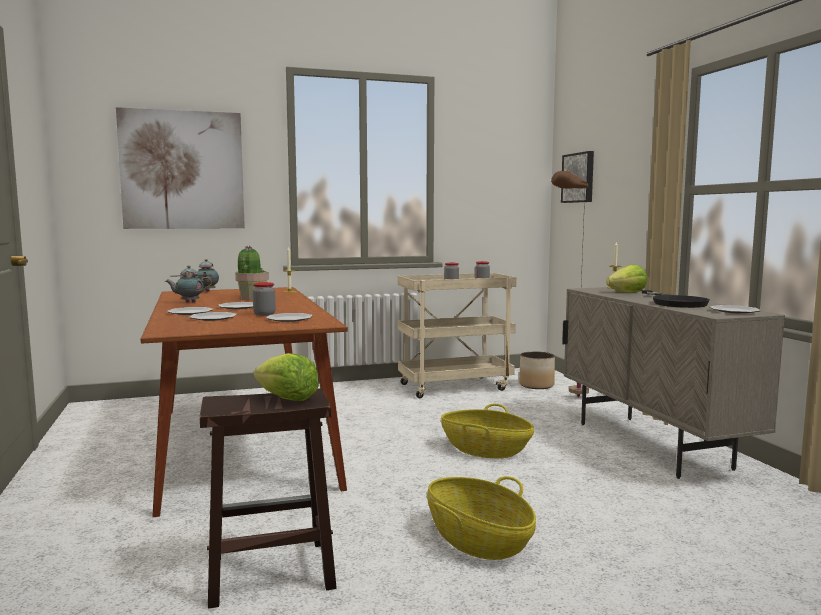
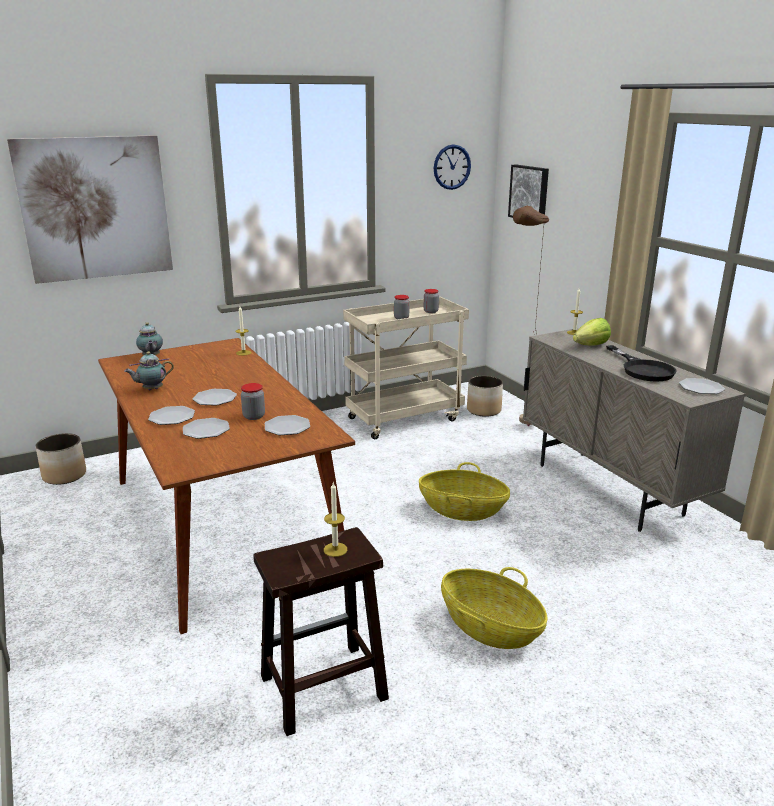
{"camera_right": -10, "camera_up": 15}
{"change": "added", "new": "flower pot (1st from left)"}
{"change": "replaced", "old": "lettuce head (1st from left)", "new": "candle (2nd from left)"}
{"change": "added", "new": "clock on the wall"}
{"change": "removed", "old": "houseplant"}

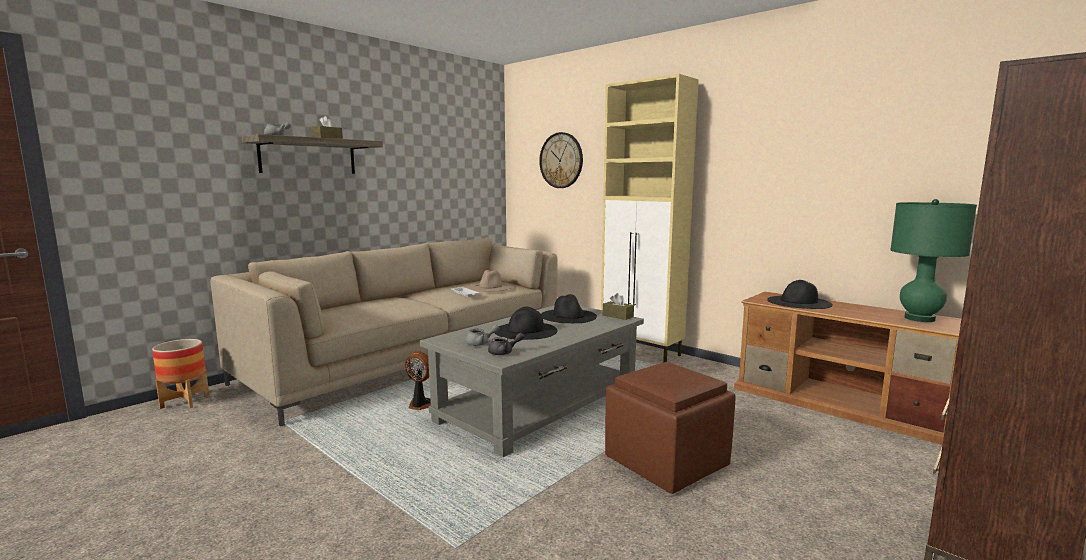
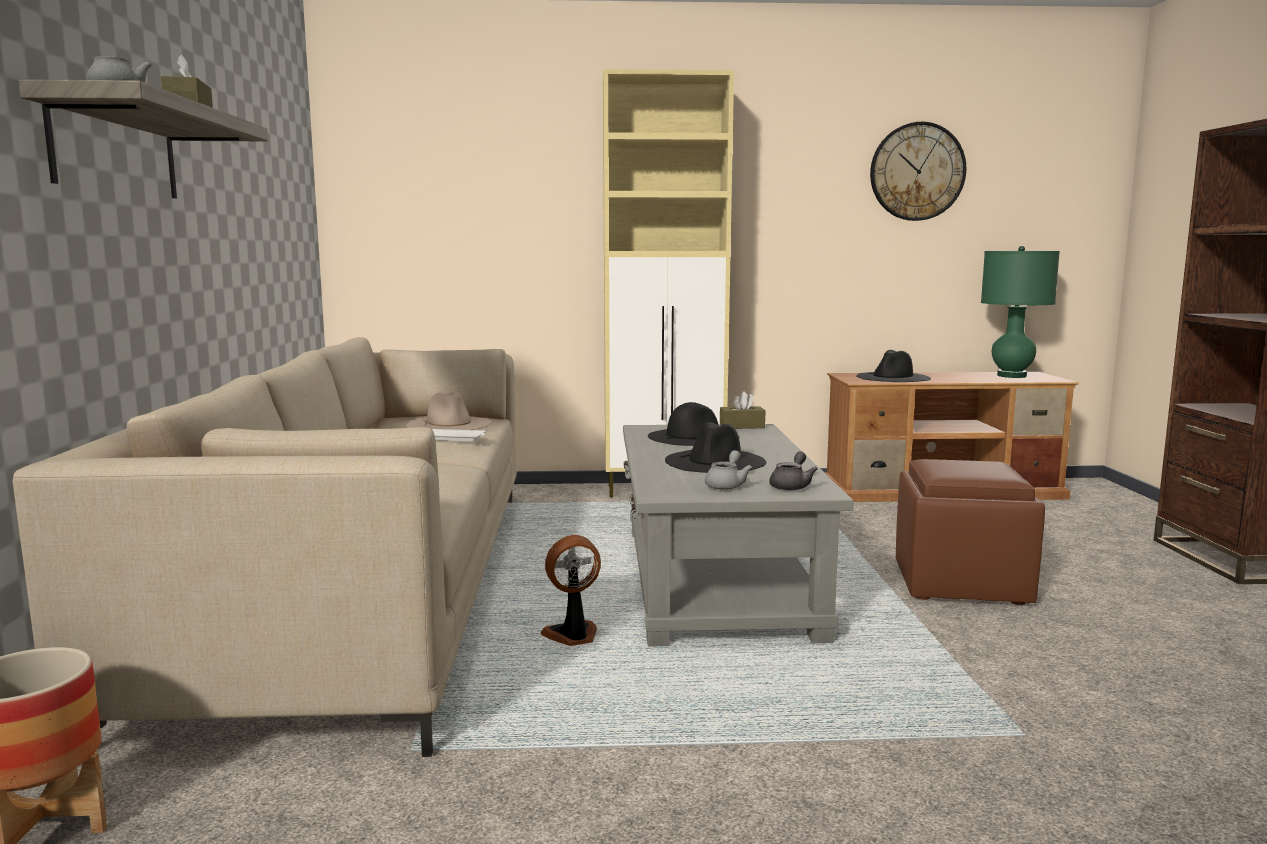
{"camera_right": -45, "camera_up": 0}
{"change": "moved", "old": "clock on the wall"}

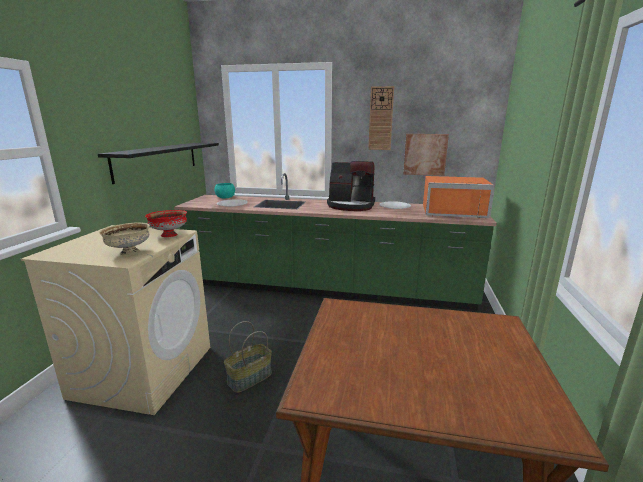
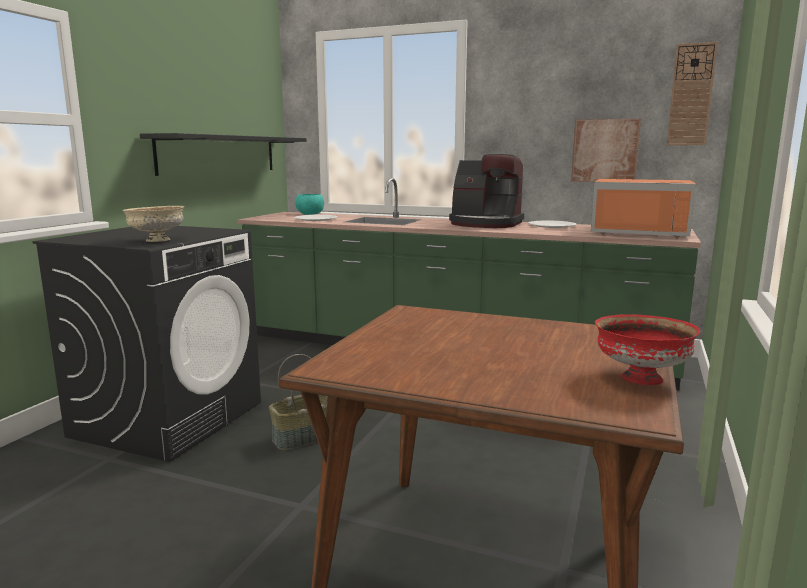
{"camera_right": 10, "camera_up": -5}
{"change": "recoloured", "old": "laundry machine (beige)", "new": "laundry machine (blackish)"}
{"change": "moved", "old": "deep dish (red)"}
{"change": "moved", "old": "clock on the wall"}

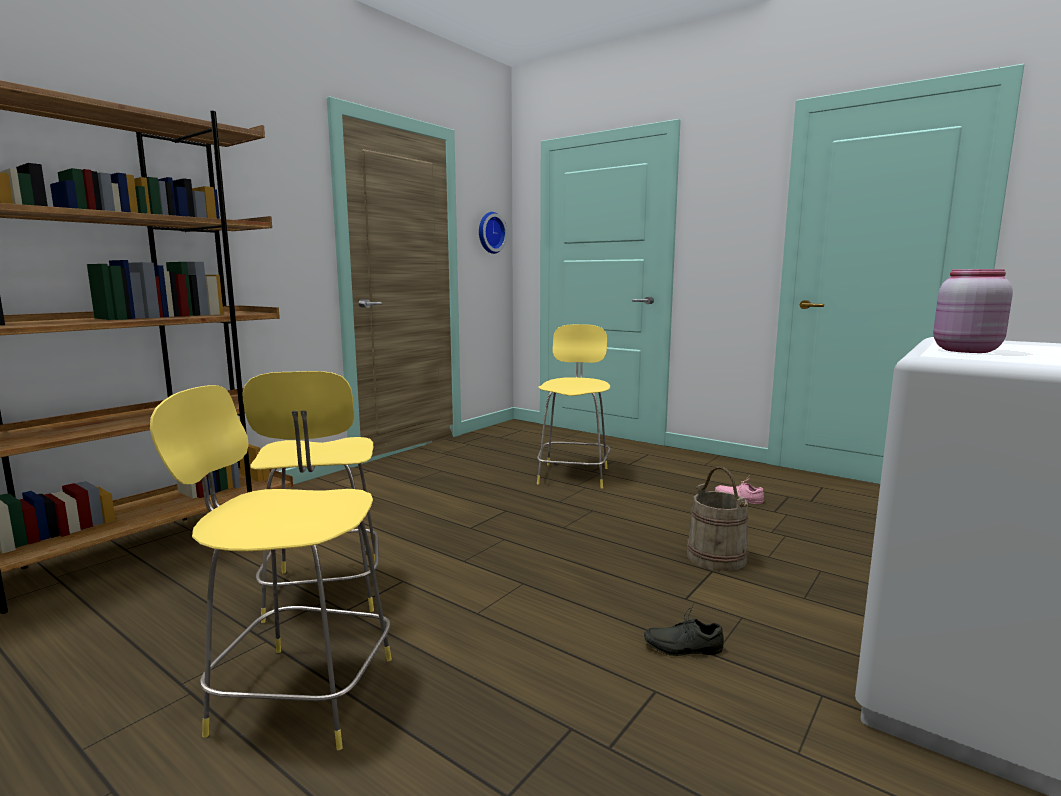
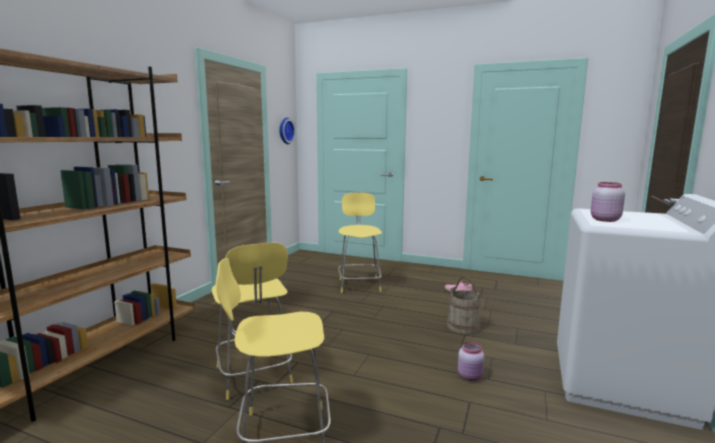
{"camera_right": -15, "camera_up": 0}
{"change": "replaced", "old": "shoe (gray)", "new": "preserve jar (pink) (1st from left)"}

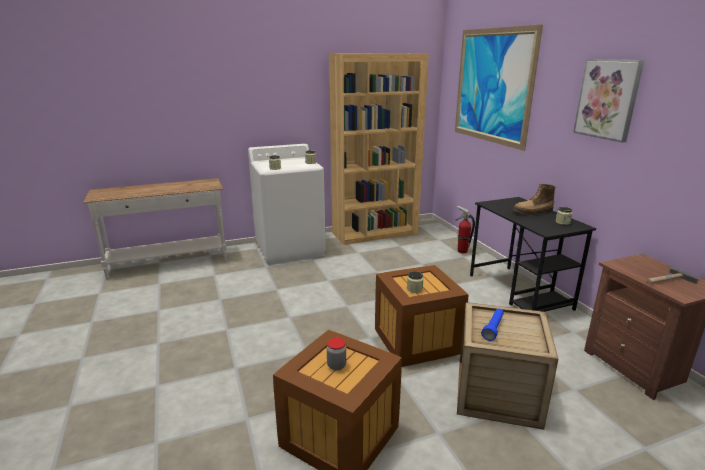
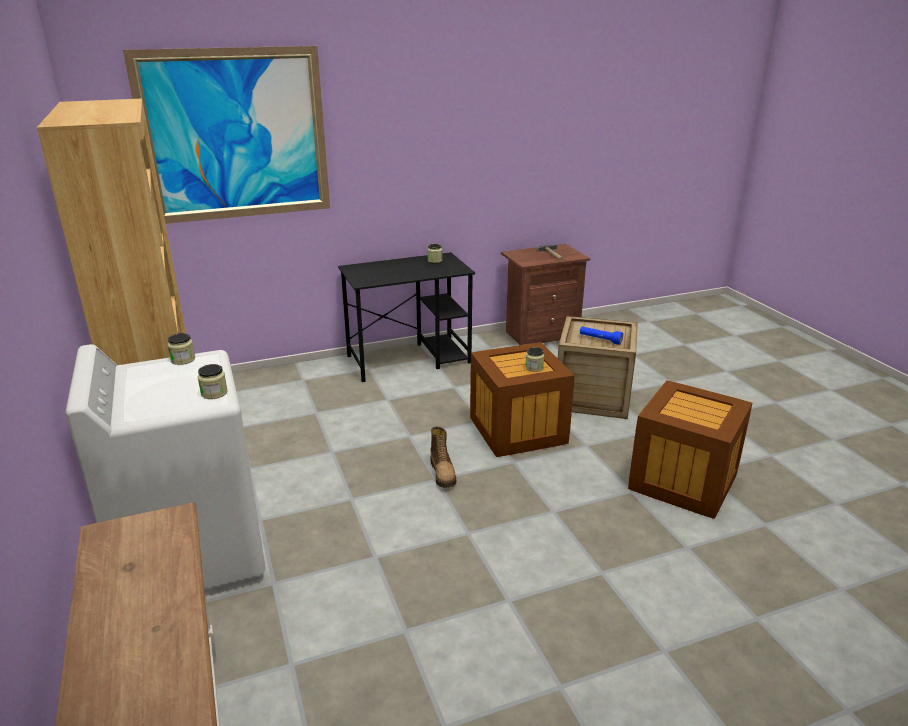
{"camera_right": -90, "camera_up": 5}
{"change": "moved", "old": "tall boot"}
{"change": "removed", "old": "preserve jar (3rd from left)"}
{"change": "removed", "old": "fire-fighting cylinder"}
{"change": "removed", "old": "wall art (2nd from left)"}

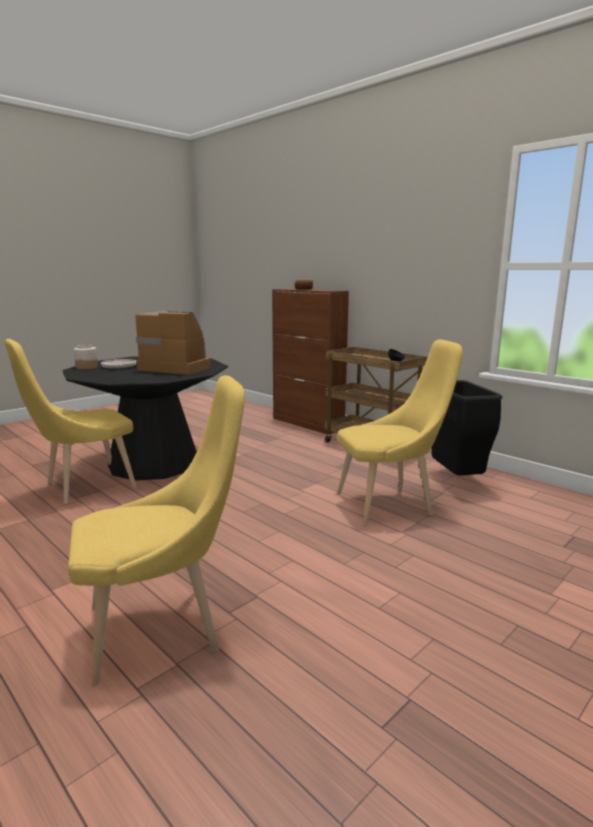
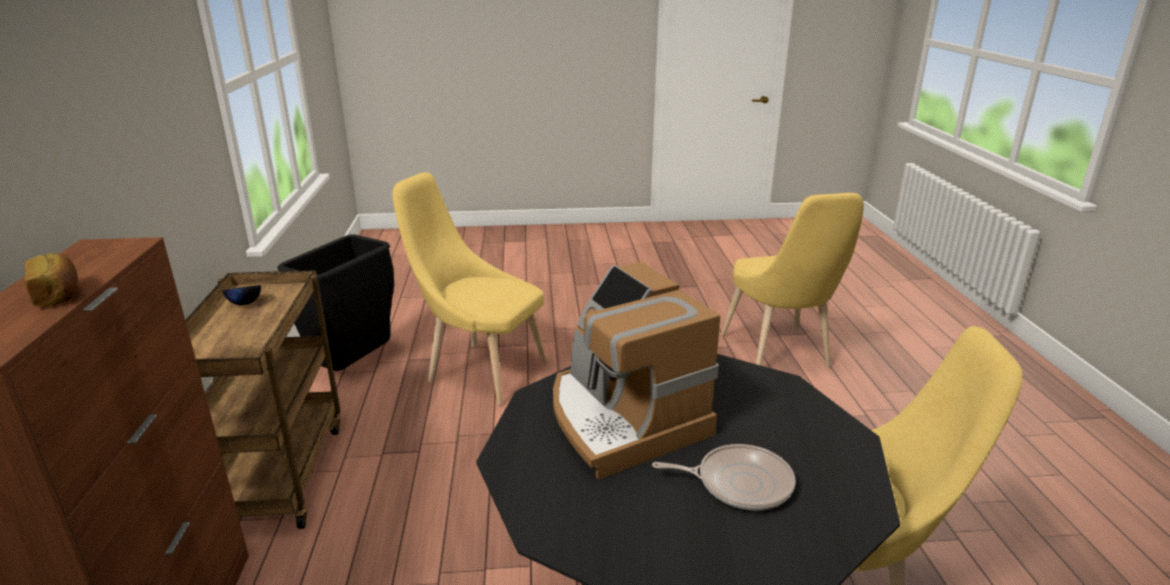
{"camera_right": -140, "camera_up": 10}
{"change": "turned", "old": "upright chair (yellowish) (2nd from left)", "degrees": -120}
{"change": "removed", "old": "preserve jar"}

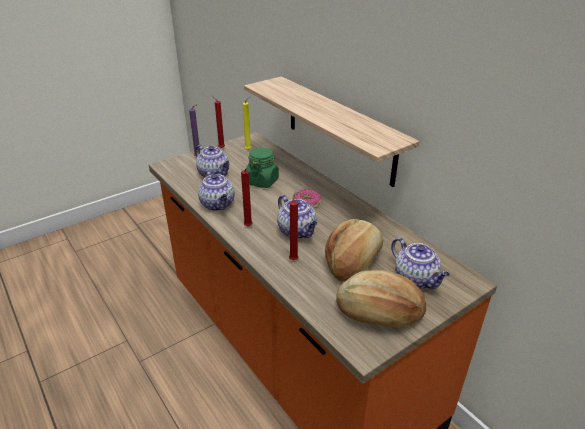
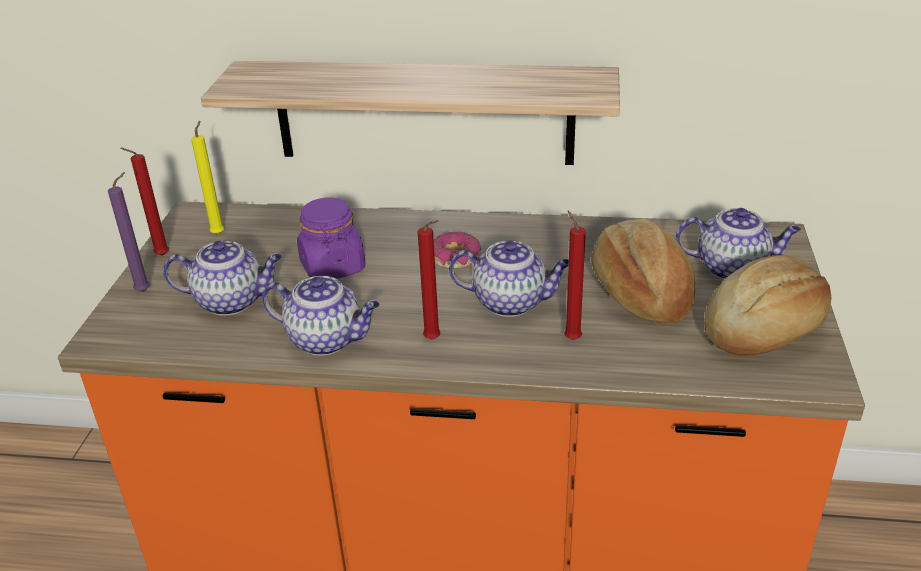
{"camera_right": -45, "camera_up": 0}
{"change": "recoloured", "old": "preserve jar (greenish)", "new": "preserve jar (purple)"}

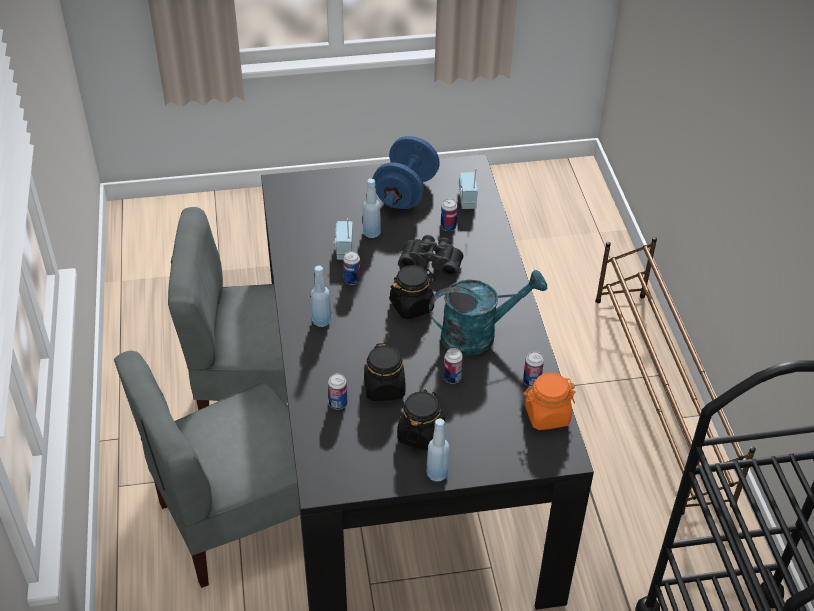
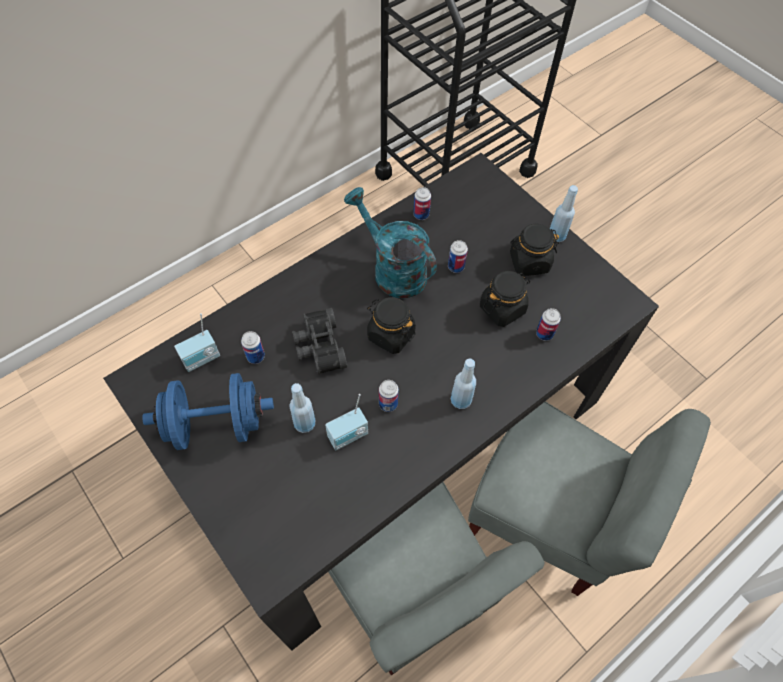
{"camera_right": -120, "camera_up": 15}
{"change": "removed", "old": "preserve jar (orange)"}
{"change": "removed", "old": "shoe shelf (brownish)"}

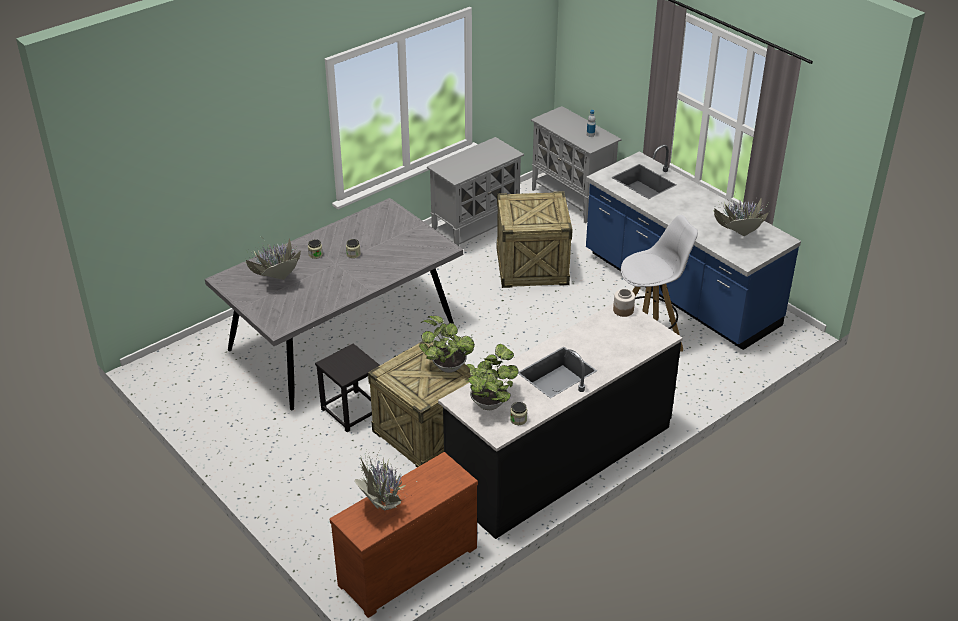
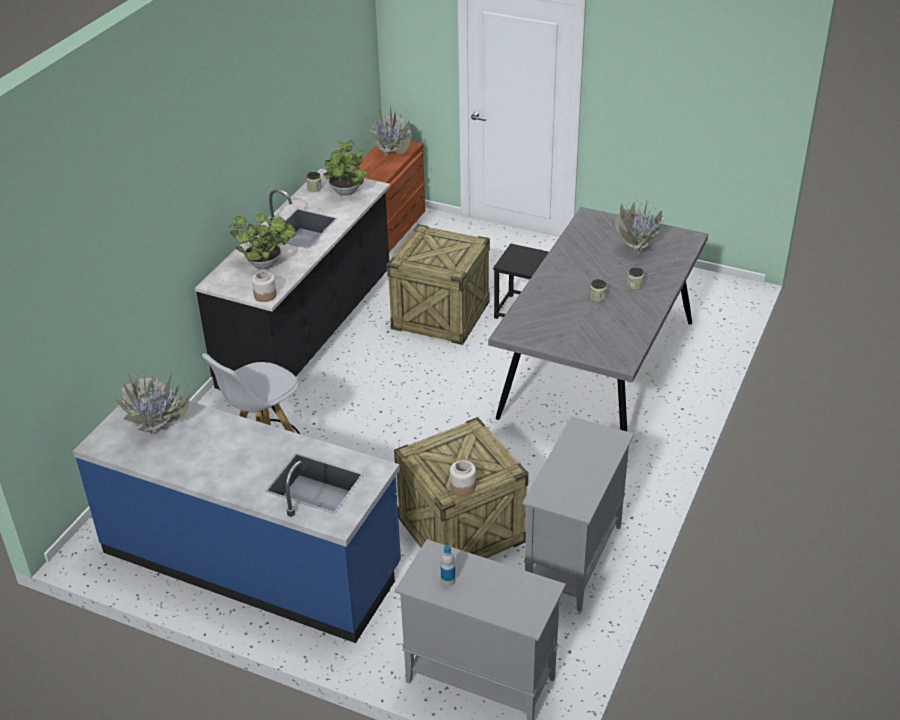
{"camera_right": 155, "camera_up": 0}
{"change": "moved", "old": "houseplant (3rd from left in the first image)", "new": "houseplant (2nd from left)"}
{"change": "added", "new": "preserve jar (3rd from left)"}

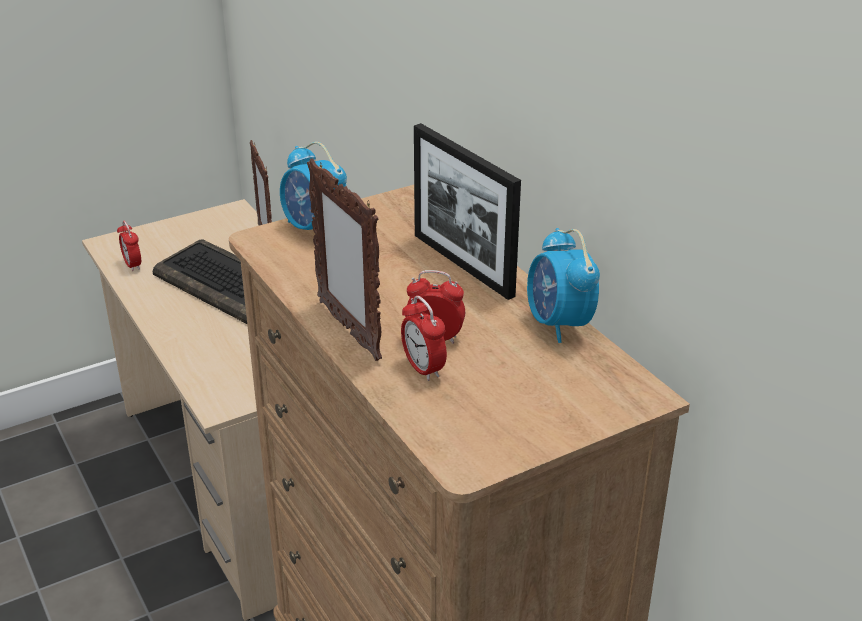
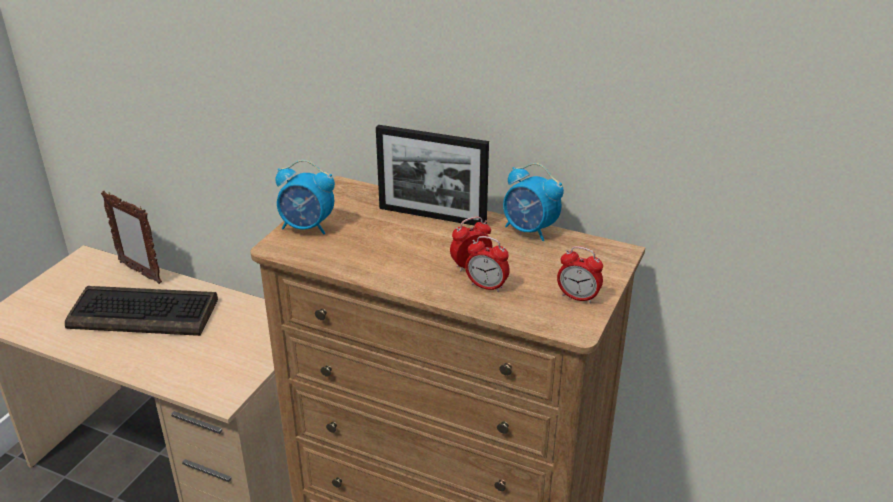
{"camera_right": -35, "camera_up": 0}
{"change": "moved", "old": "bedside clock (1st from left in the first image)", "new": "bedside clock (5th from left)"}
{"change": "removed", "old": "standing frame (2nd from left)"}

